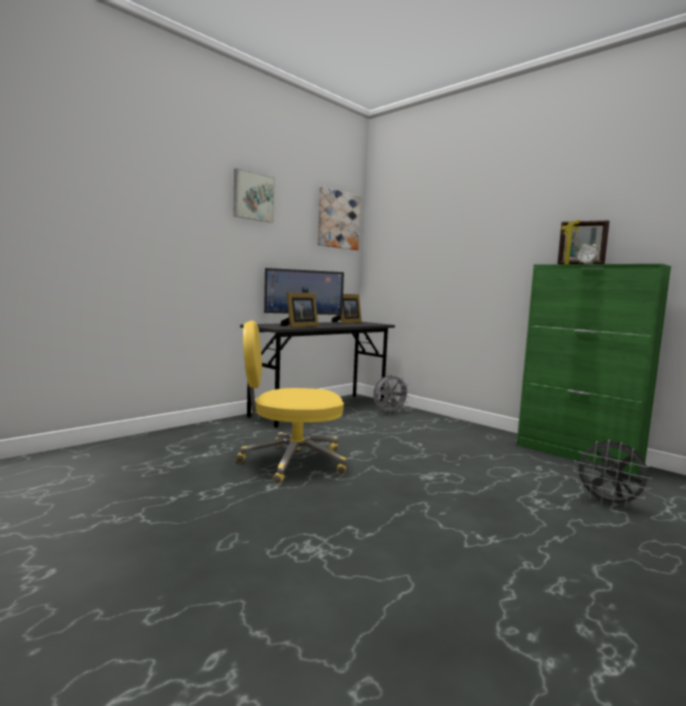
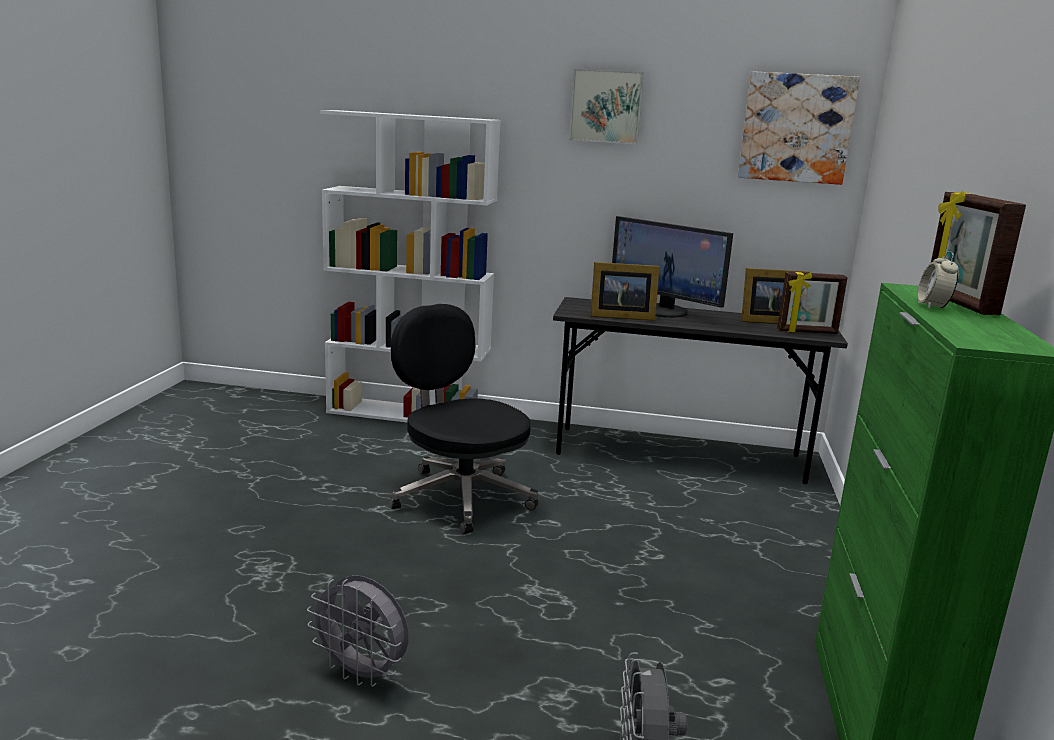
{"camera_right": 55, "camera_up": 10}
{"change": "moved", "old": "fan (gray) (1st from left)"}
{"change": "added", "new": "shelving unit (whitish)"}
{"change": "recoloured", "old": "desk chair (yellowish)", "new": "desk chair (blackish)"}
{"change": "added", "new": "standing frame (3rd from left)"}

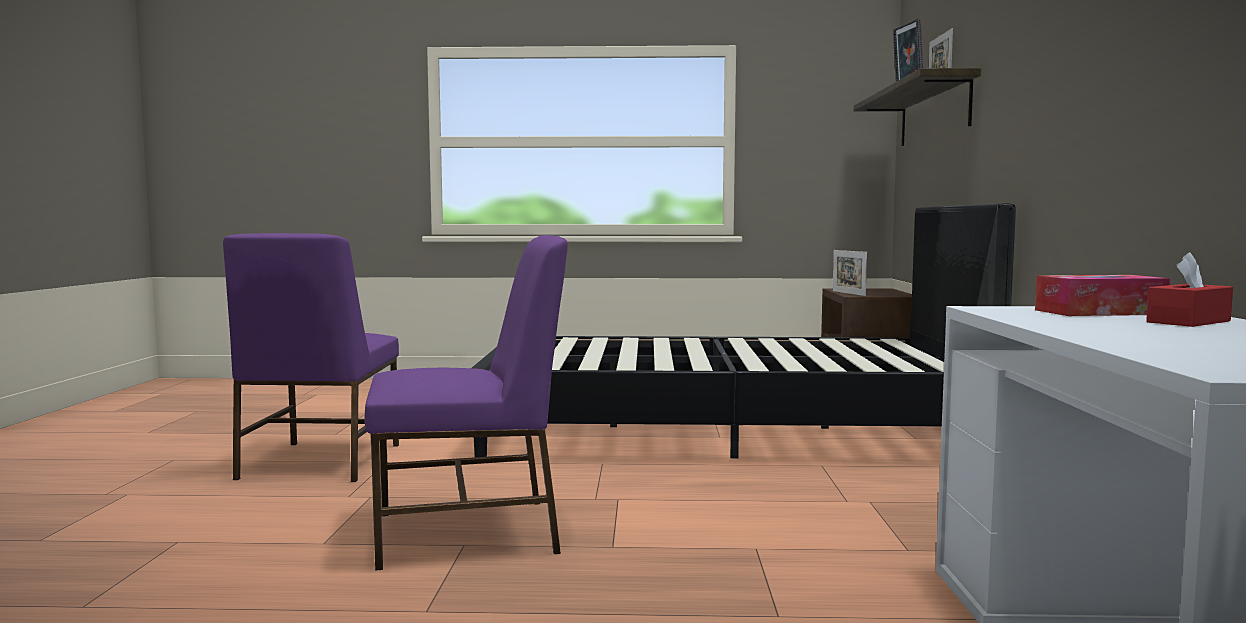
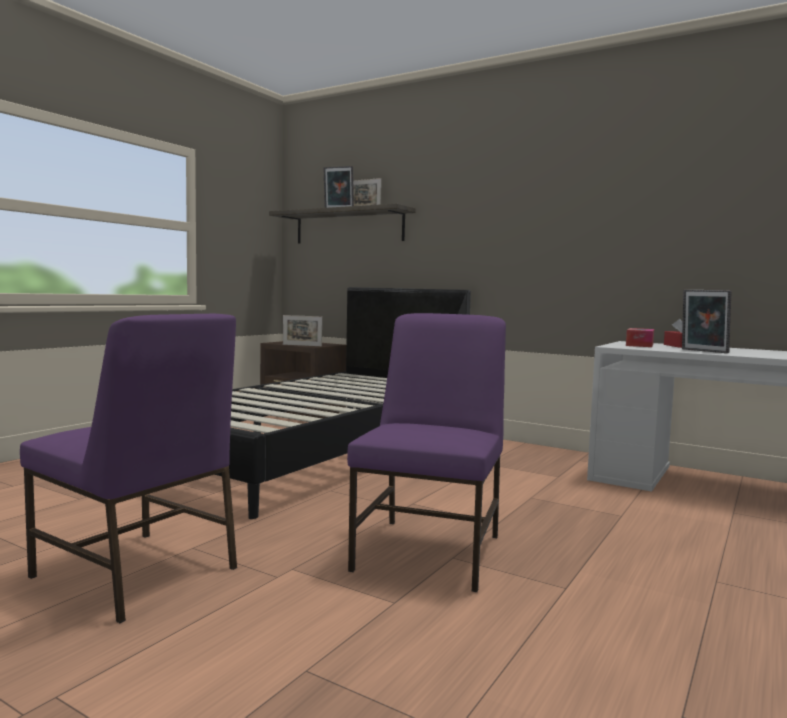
{"camera_right": -60, "camera_up": 0}
{"change": "added", "new": "standing frame (4th from left)"}

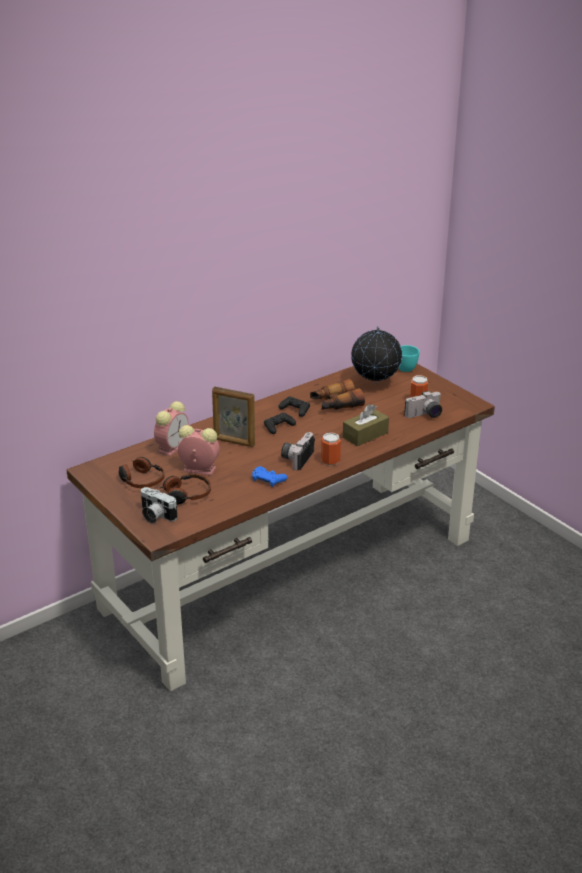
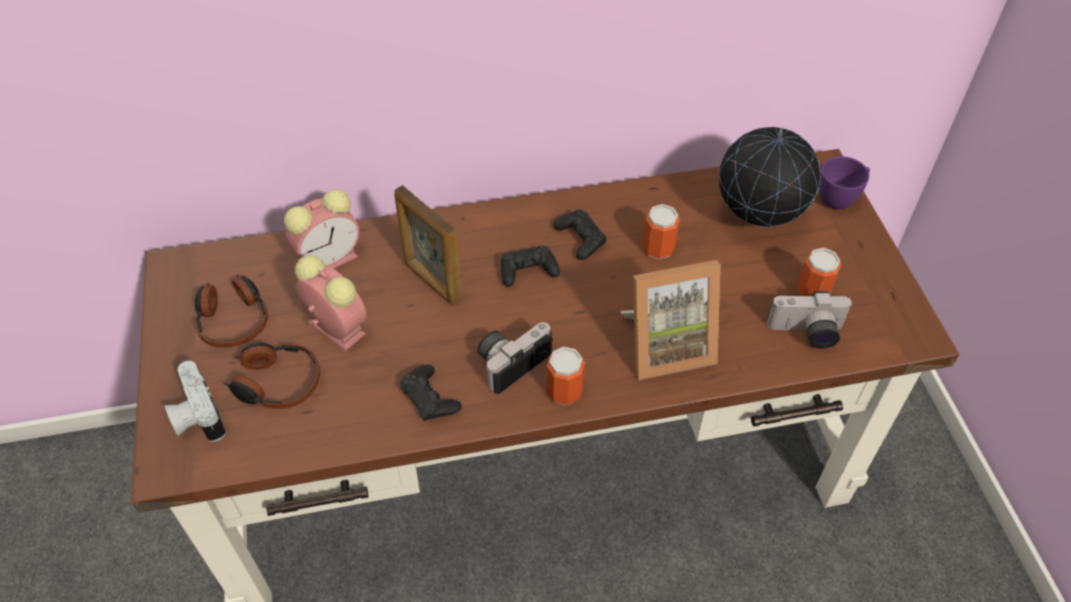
{"camera_right": 25, "camera_up": 20}
{"change": "recoloured", "old": "game controller (blue)", "new": "game controller (blackish) (1st from left)"}
{"change": "replaced", "old": "tissue holder (brownish)", "new": "standing frame (2nd from left)"}
{"change": "replaced", "old": "field glasses", "new": "metal can (2nd from left)"}
{"change": "recoloured", "old": "small cup (turquoise)", "new": "small cup (purple)"}

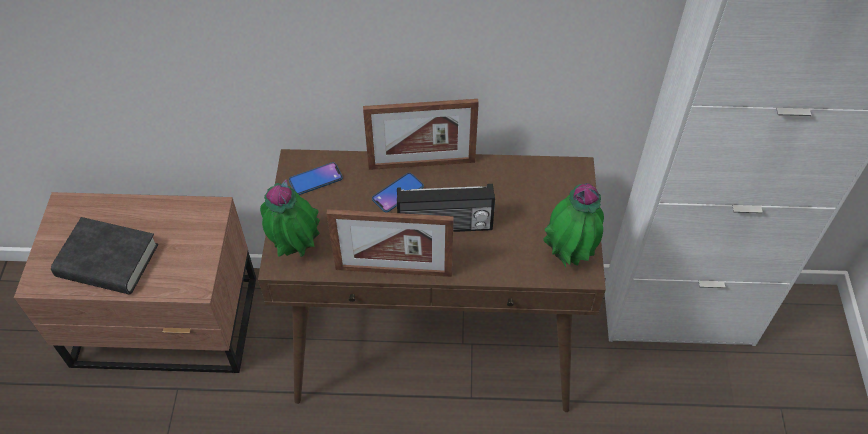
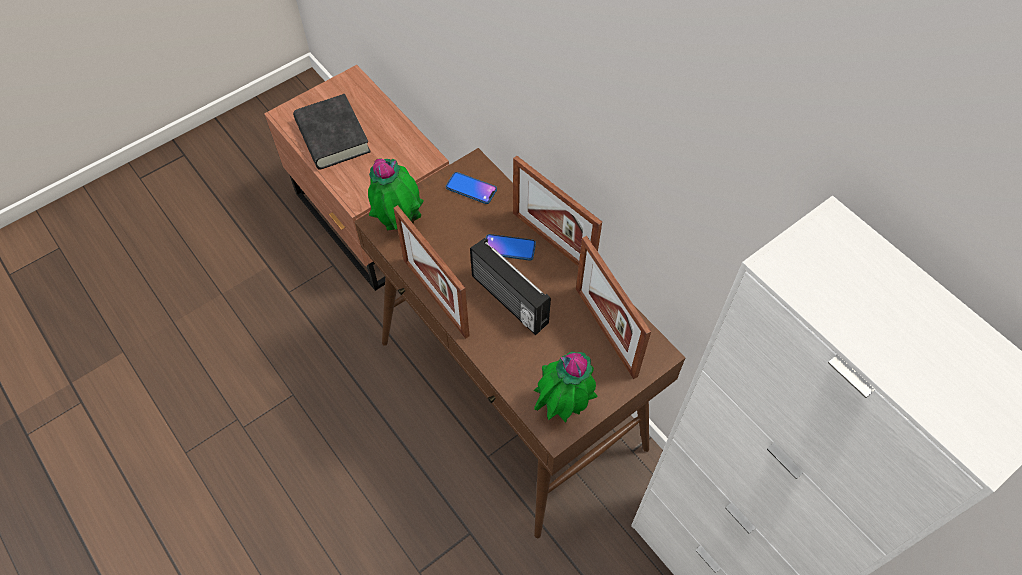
{"camera_right": 50, "camera_up": 5}
{"change": "added", "new": "standing frame (3rd from left)"}

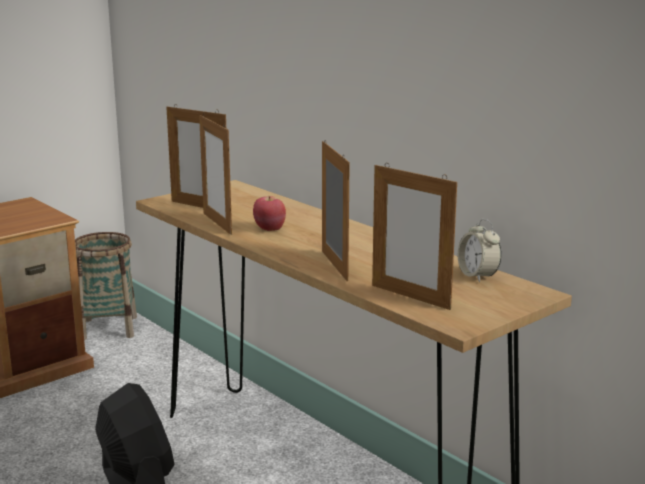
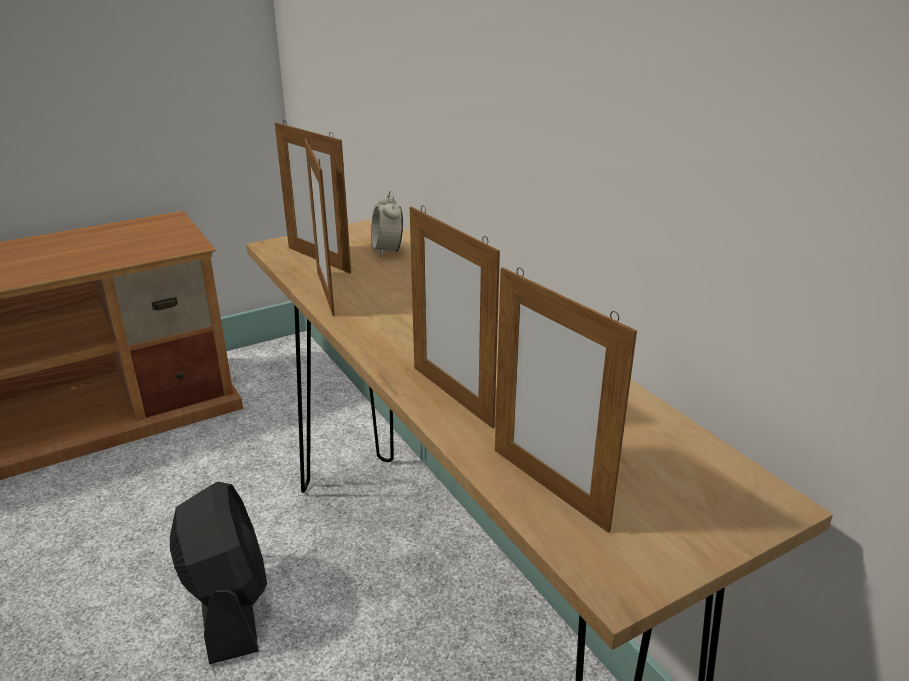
{"camera_right": 10, "camera_up": 10}
{"change": "moved", "old": "bedside clock"}
{"change": "turned", "old": "standing frame (3rd from left)", "degrees": 150}
{"change": "removed", "old": "household basket"}
{"change": "removed", "old": "apple fruit"}

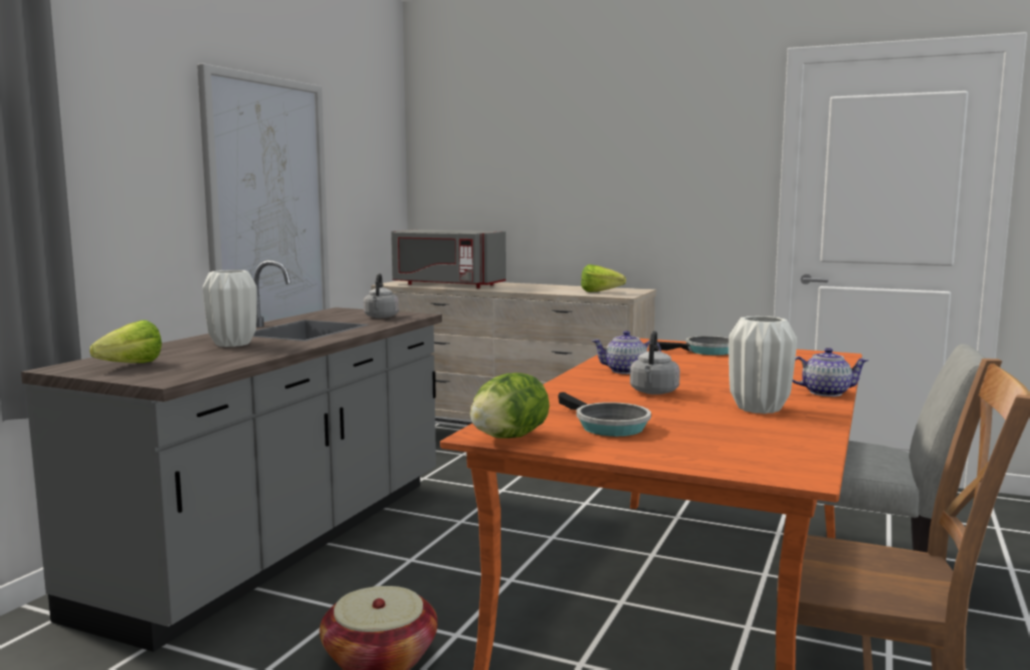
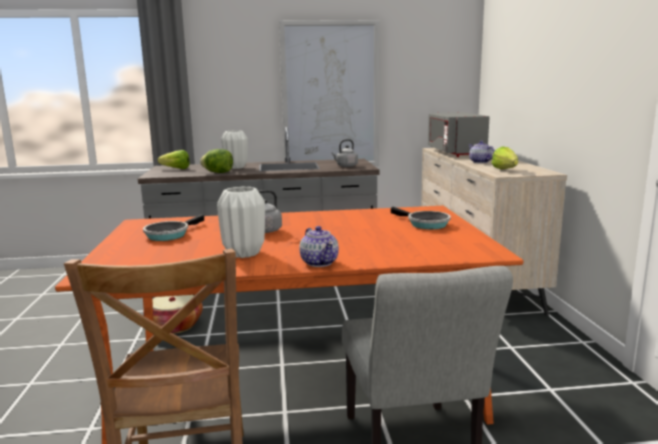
{"camera_right": 60, "camera_up": 5}
{"change": "moved", "old": "lettuce head (2nd from left)"}
{"change": "moved", "old": "tea pot (1st from left in the first image)", "new": "tea pot (2nd from left)"}

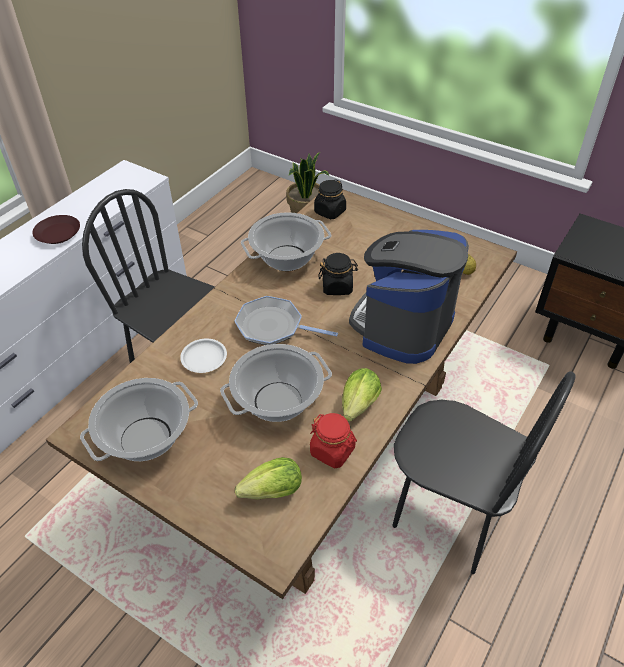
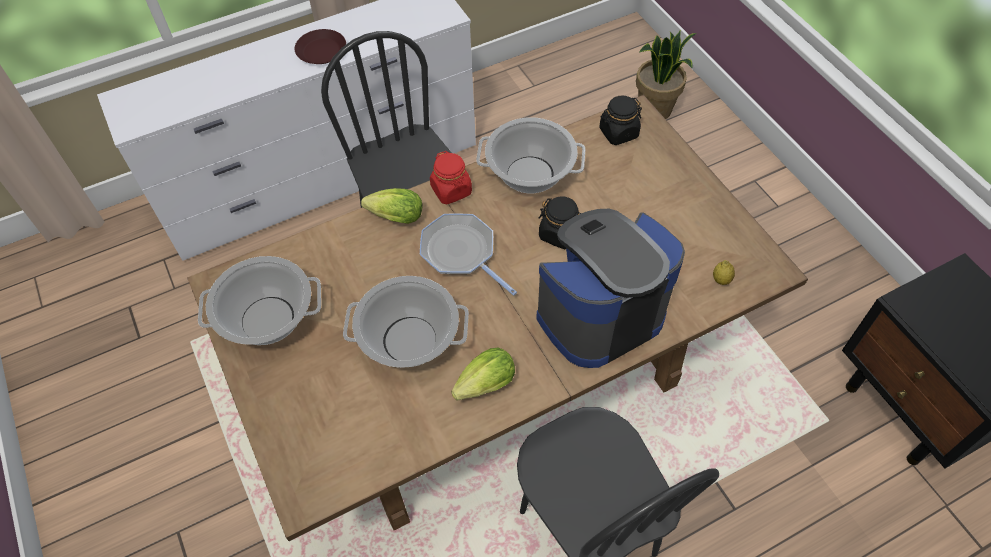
{"camera_right": 30, "camera_up": 10}
{"change": "moved", "old": "lettuce head (1st from left)"}
{"change": "moved", "old": "preserve jar (red)"}
{"change": "removed", "old": "flat dish (whitish)"}

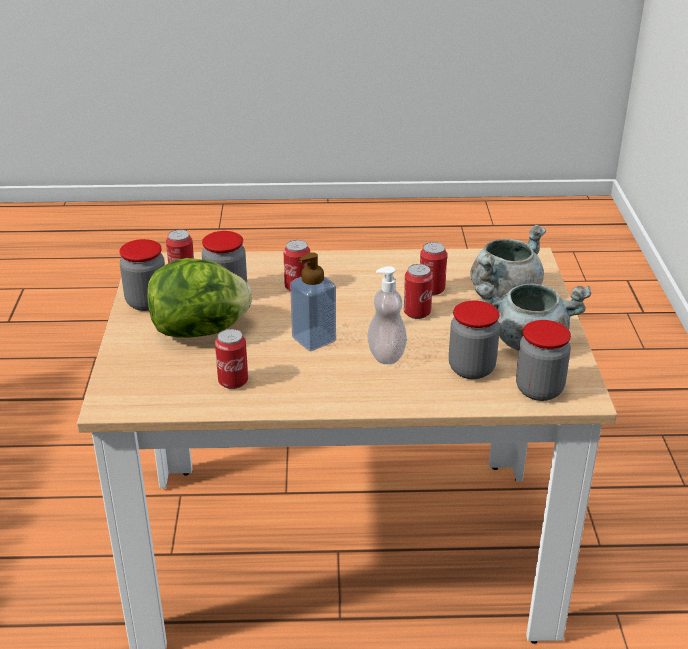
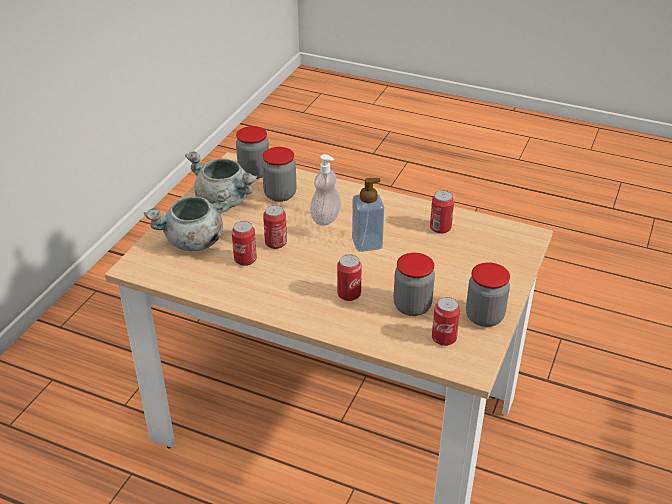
{"camera_right": -155, "camera_up": 5}
{"change": "removed", "old": "lettuce head"}

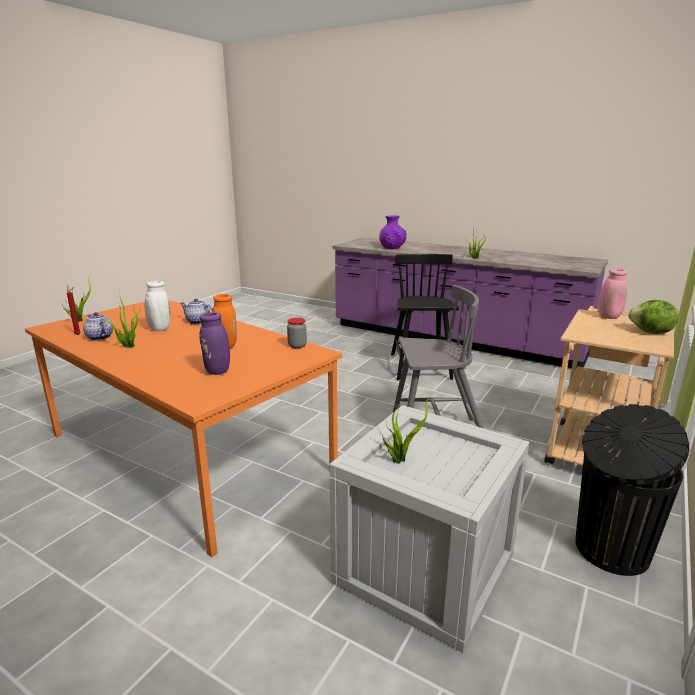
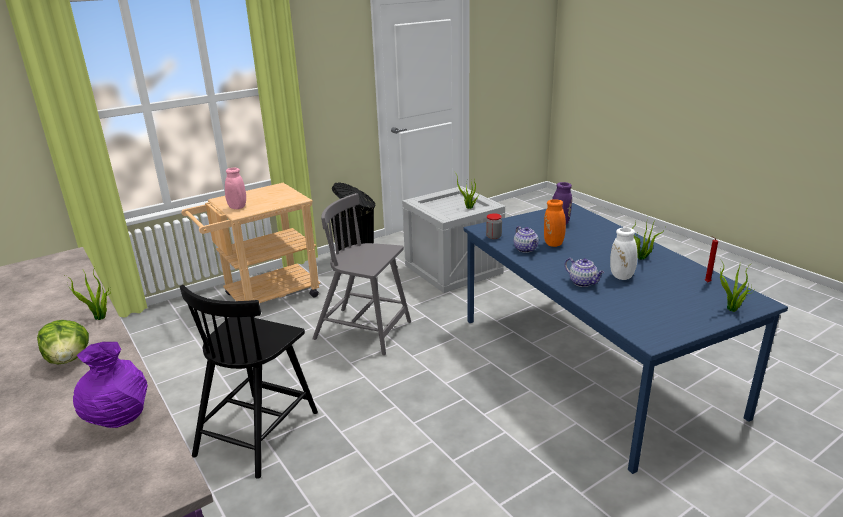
{"camera_right": -155, "camera_up": 5}
{"change": "moved", "old": "lettuce head"}
{"change": "recoloured", "old": "dining table (orange)", "new": "dining table (blue)"}
{"change": "moved", "old": "tea pot (1st from left)"}

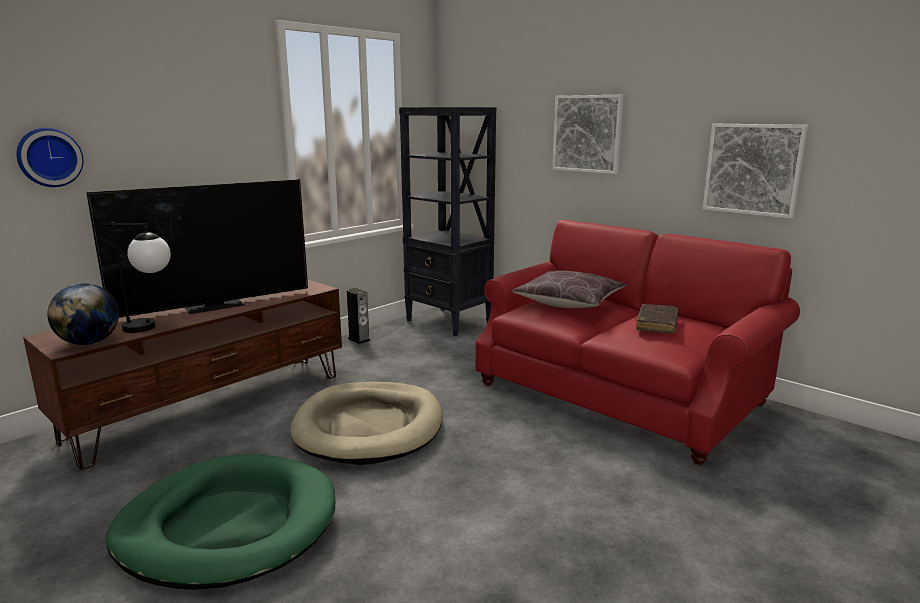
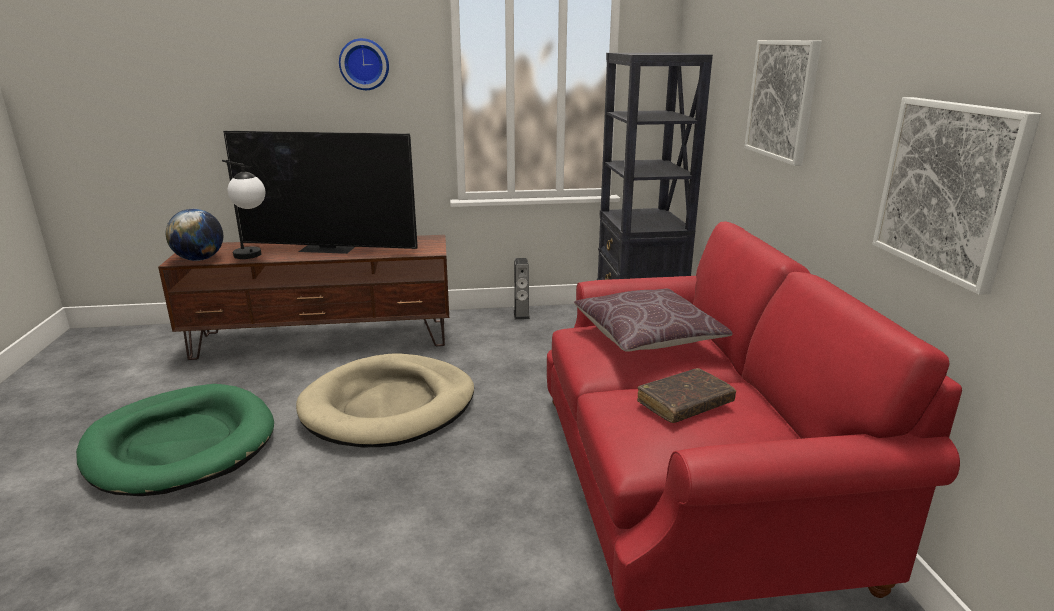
{"camera_right": 40, "camera_up": 5}
{"change": "moved", "old": "clock on the wall"}

